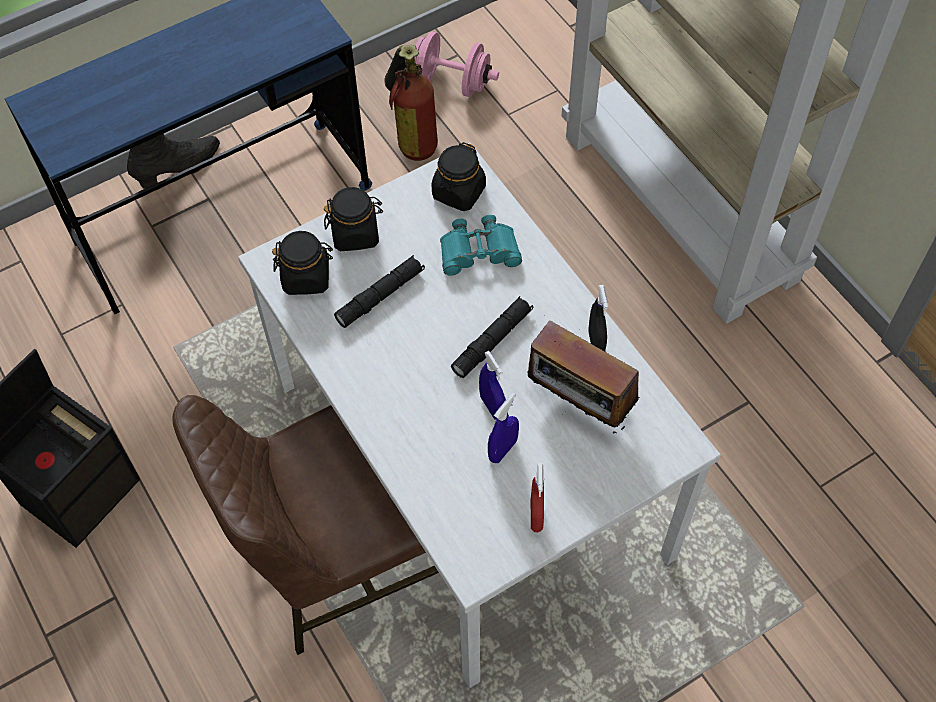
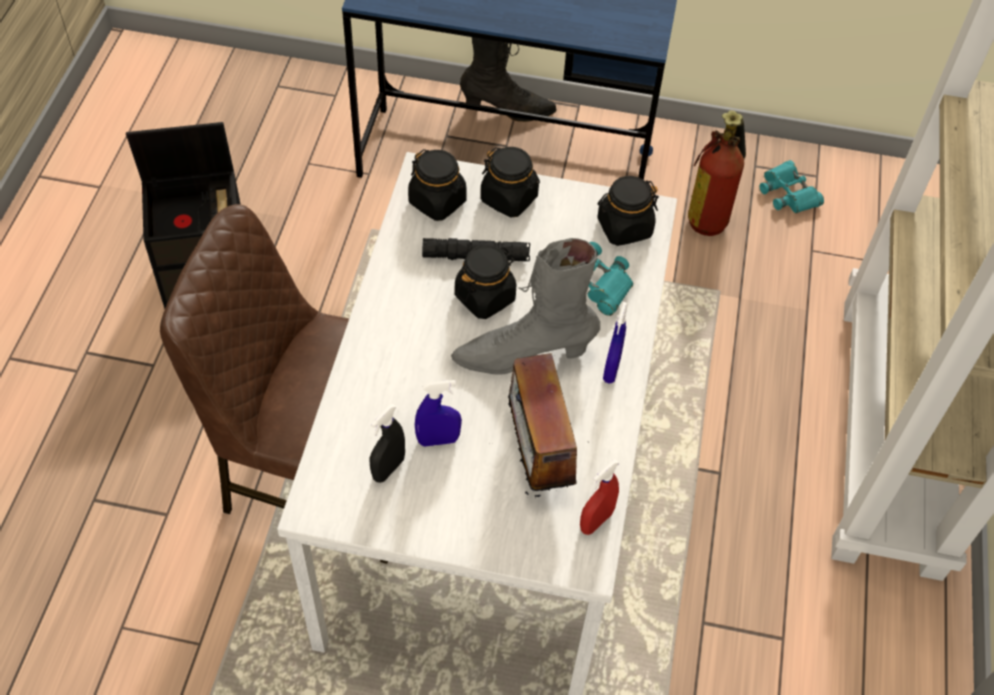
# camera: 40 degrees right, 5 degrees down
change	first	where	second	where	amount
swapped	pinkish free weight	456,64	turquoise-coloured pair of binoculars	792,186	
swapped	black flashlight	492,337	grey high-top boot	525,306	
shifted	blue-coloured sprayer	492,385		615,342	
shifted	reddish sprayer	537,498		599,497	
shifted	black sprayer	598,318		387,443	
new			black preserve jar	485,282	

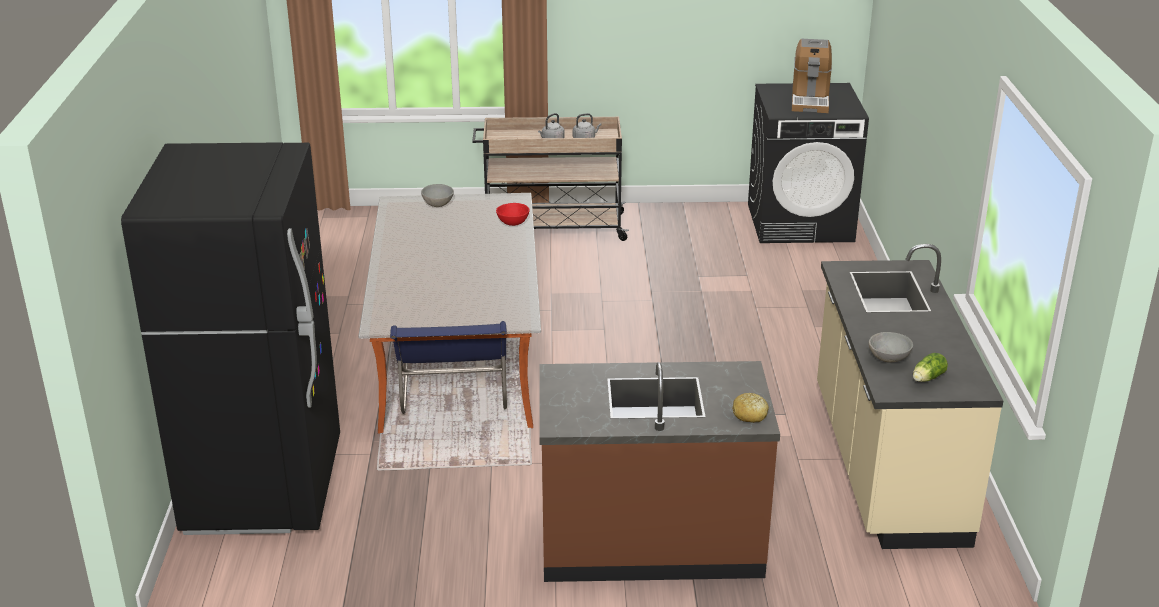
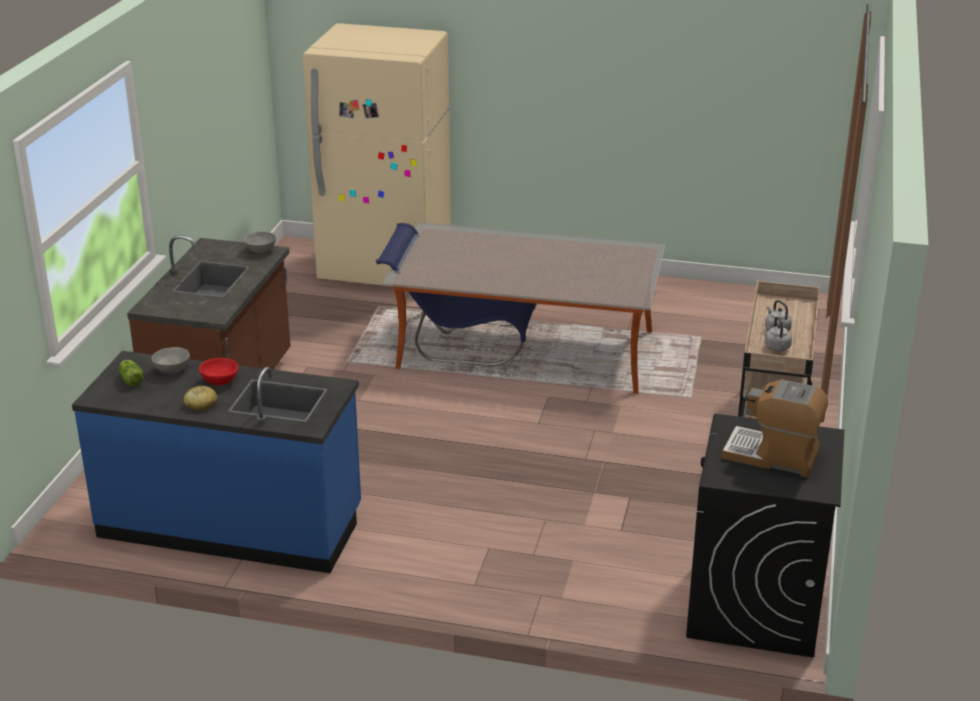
# camera: 105 degrees right, 0 degrees up
change	first	where	second	where	amount
repainted	black kitchen fridge	230,338	sand-coloured kitchen fridge	377,155	
shifted	grey serving bowl	437,195		259,242	
shifted	reddish serving bowl	513,214		218,371	
shifted	bread	750,408		200,398	
repainted	sand-coloured kitchen base unit	910,396	blue-coloured kitchen base unit	216,462	

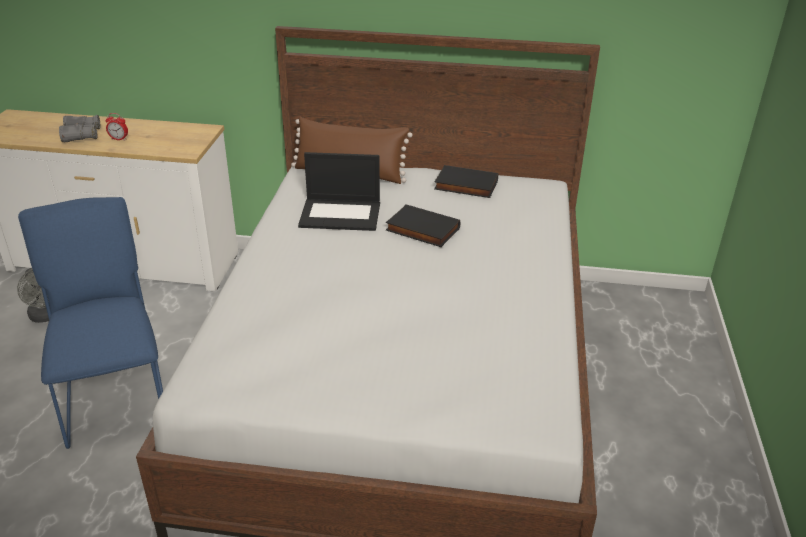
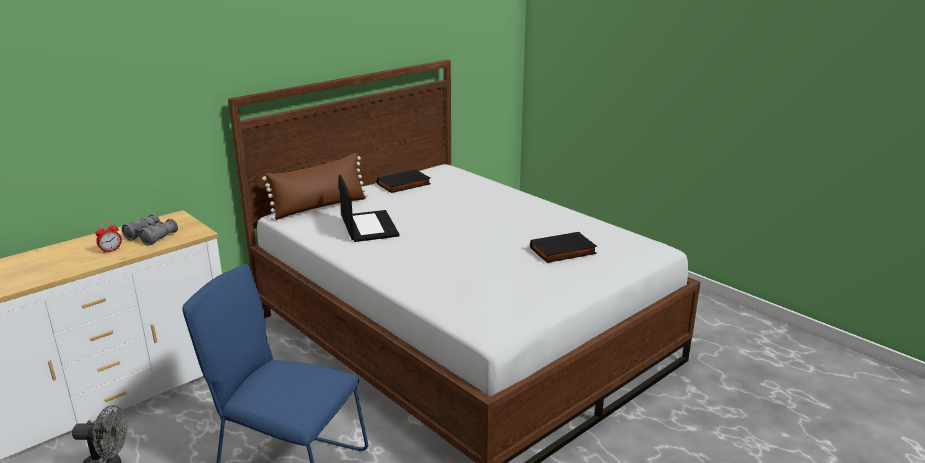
# camera: 50 degrees left, 10 degrees down
change	first	where	second	where	amount
shifted	grey pair of binoculars	79,129		150,230	
rotated	laptop	339,191		368,208	60 degrees counterclockwise
shifted	black book	423,225		563,247	

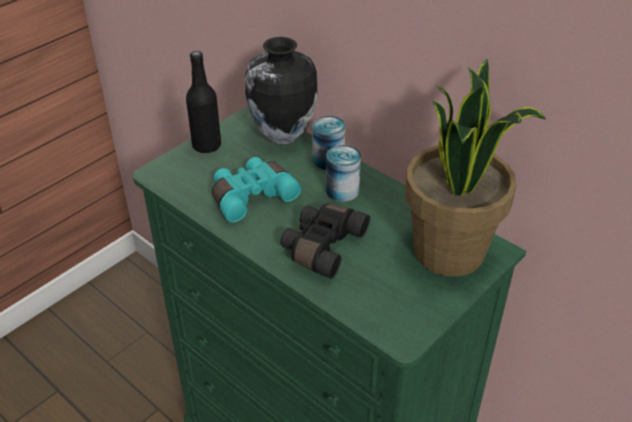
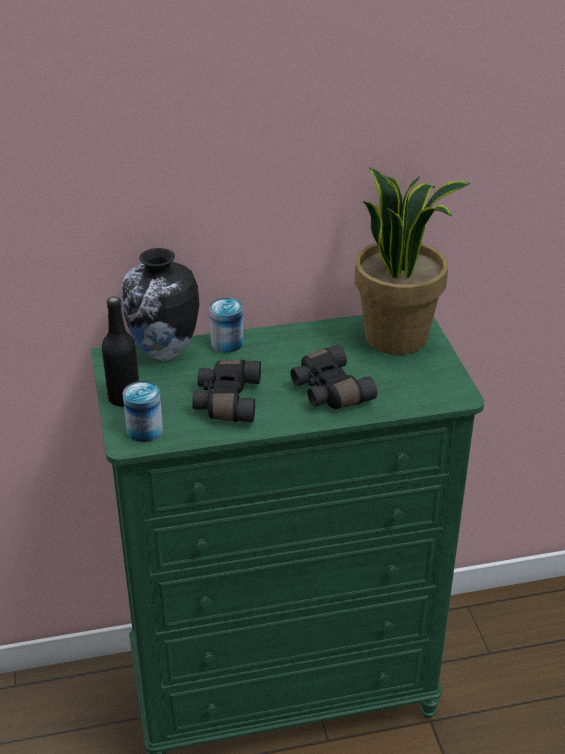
# camera: 55 degrees left, 5 degrees down
change	first	where	second	where	amount
repainted	turquoise-coloured pair of binoculars	256,189	black pair of binoculars	226,391	
shifted	sealed can	343,173		143,411	

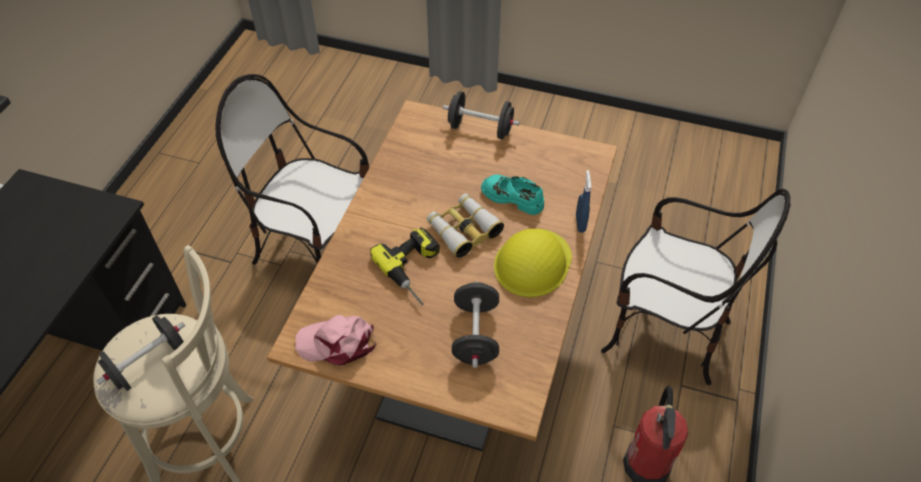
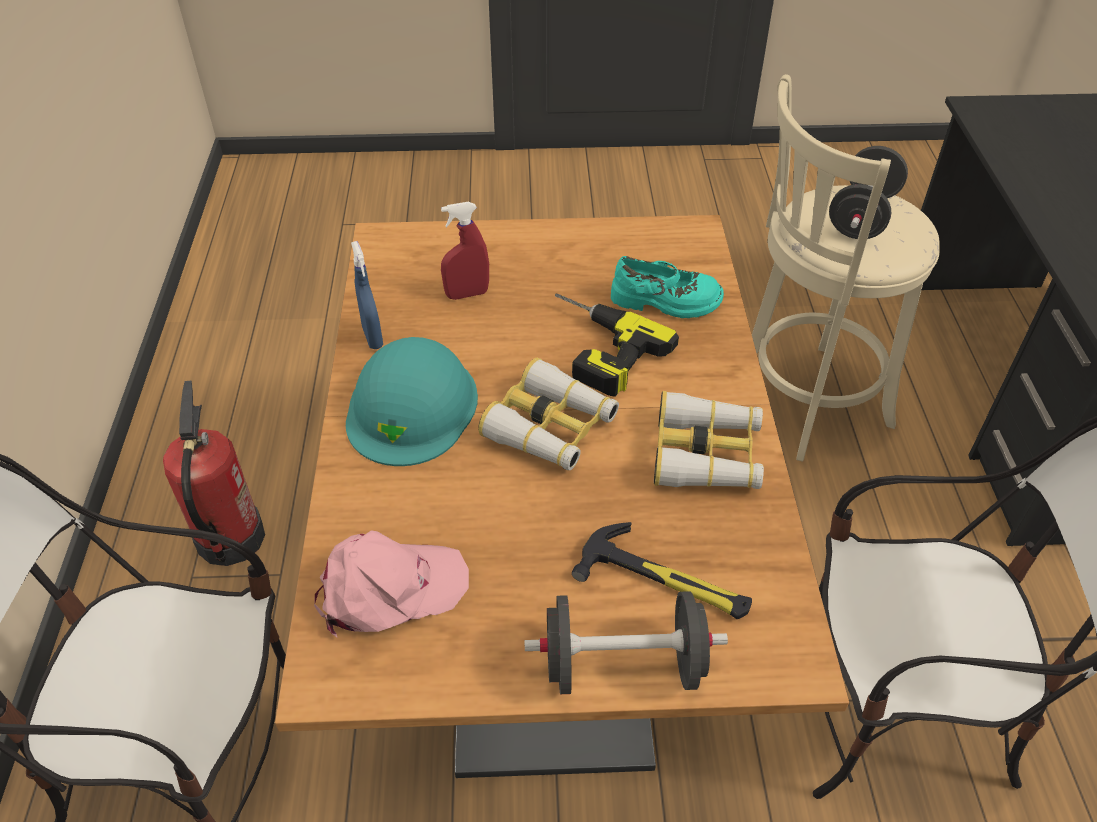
# camera: 160 degrees right, 5 degrees down
change	first	where	second	where	amount
shifted	pinkish baseball cap	335,340		391,584	
swapped	black free weight	475,325	reddish sprayer	465,251	
shifted	turquoise-coloured shoe	512,194		667,287	
repainted	yellow hard hat	533,263	turquoise-coloured hard hat	412,401	
shifted	blue-coloured sprayer	583,201		367,295	
new			tool hammer	662,570	
new			pair of binoculars	709,440	

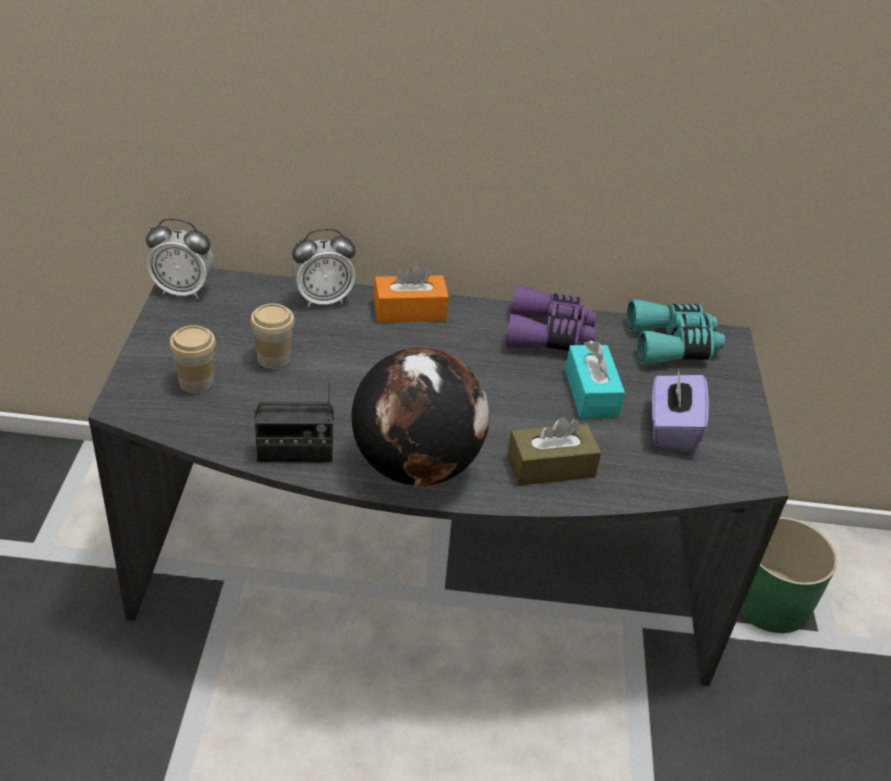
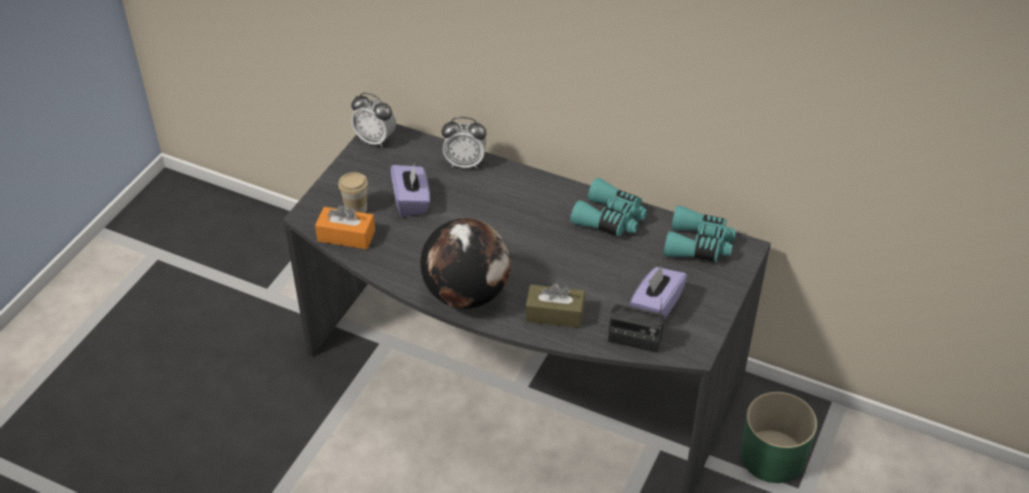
# camera: 25 degrees right, 5 degrees up
change	first	where	second	where	amount
swapped	cup	272,336	purplish box of tissues	410,191	
shifted	radio set	294,418		636,327	
shifted	orange box of tissues	411,293		345,227	
repainted	purplish pair of binoculars	550,317	turquoise-coloured pair of binoculars	609,207	
gone	turquoise-coloured box of tissues	595,379			

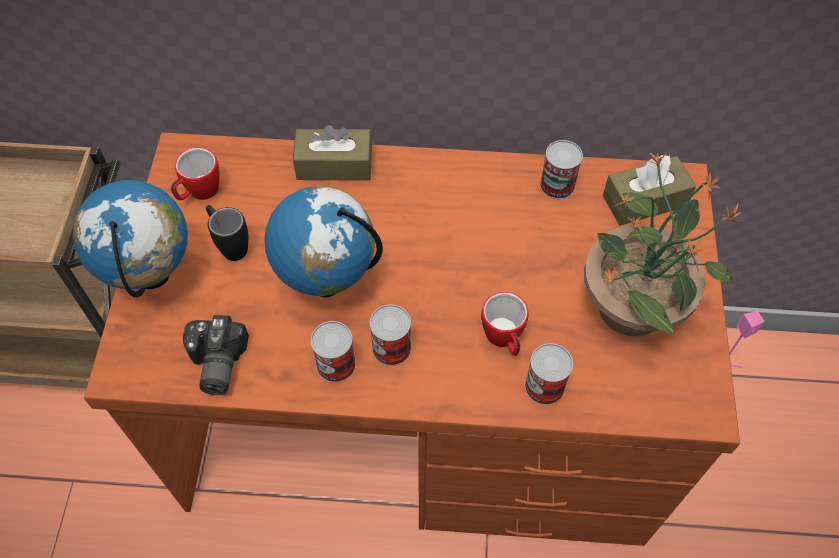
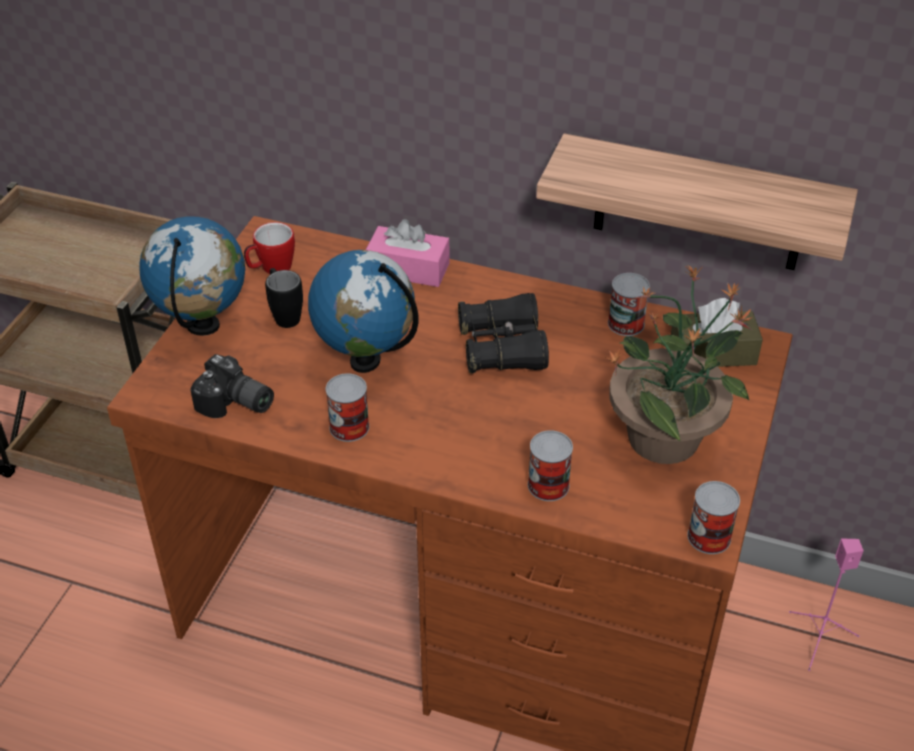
# camera: 15 degrees right, 15 degrees down
change	first	where	second	where	amount
rotated	still camera	216,355		232,386	75 degrees counterclockwise
repainted	brown-coloured box of tissues	332,152	pinkish box of tissues	407,253	
shifted	sealed can	390,335		713,517	
gone	tea mug	505,324			
new			black pair of binoculars	503,333	
new			wall shelf	697,201	

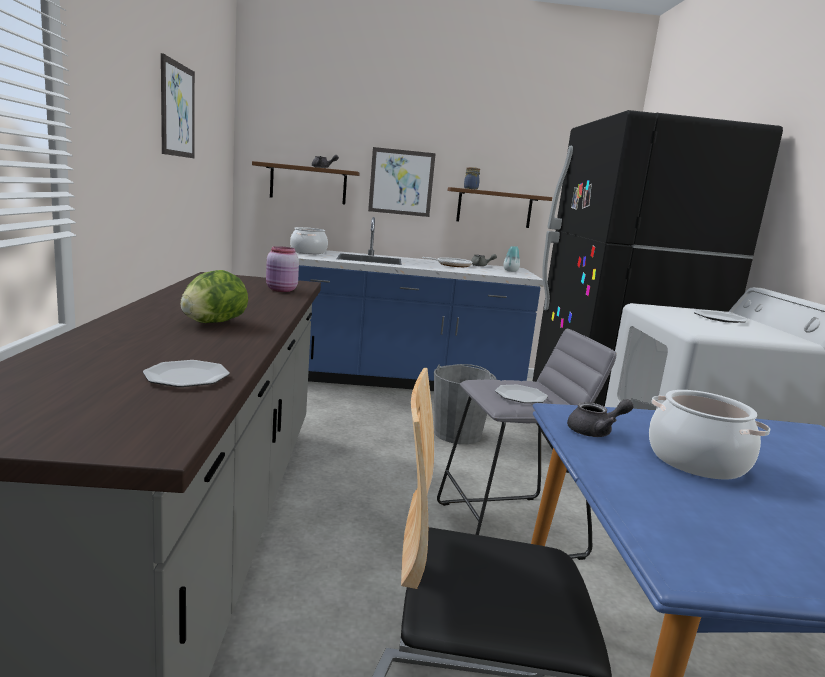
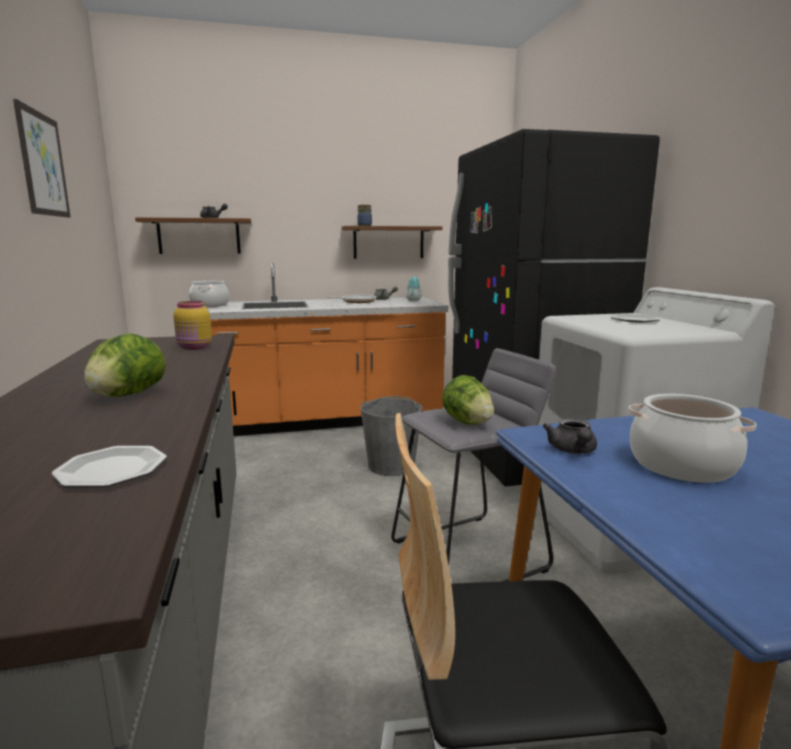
# camera: 10 degrees left, 0 degrees up
change	first	where	second	where	amount
repainted	pinkish preserve jar	282,269	yellow preserve jar	192,325	
repainted	blue-coloured kitchen base unit	419,304	orange kitchen base unit	327,349	
gone	wall picture	402,182			
swapped	plate	521,394	head of lettuce	468,400	
rotated	grey pot for tea	600,418		570,436	120 degrees clockwise

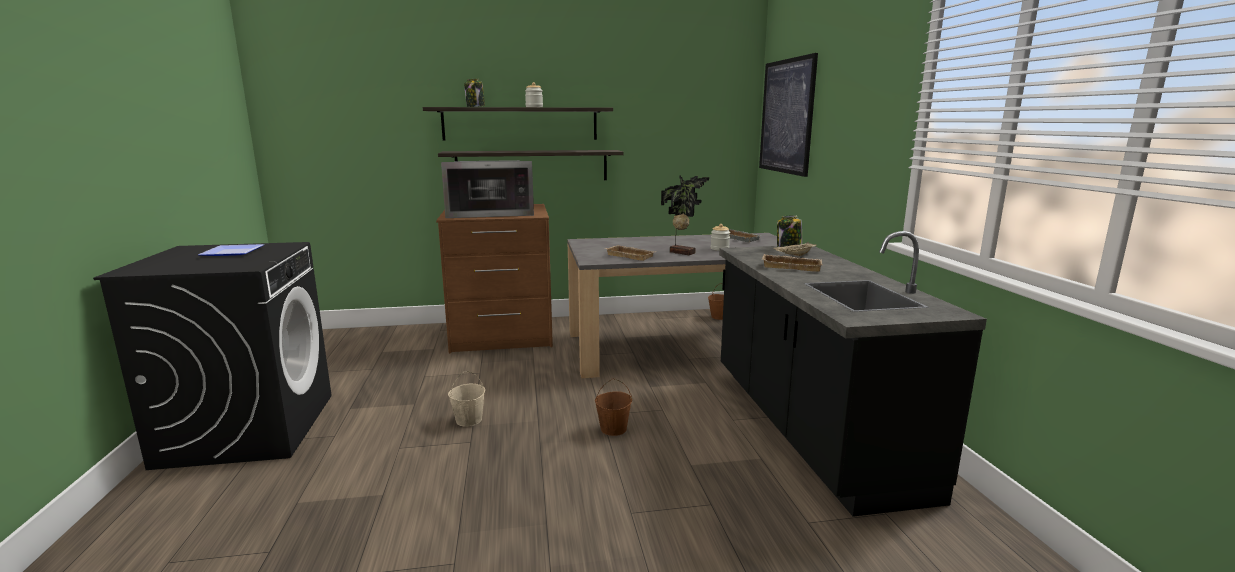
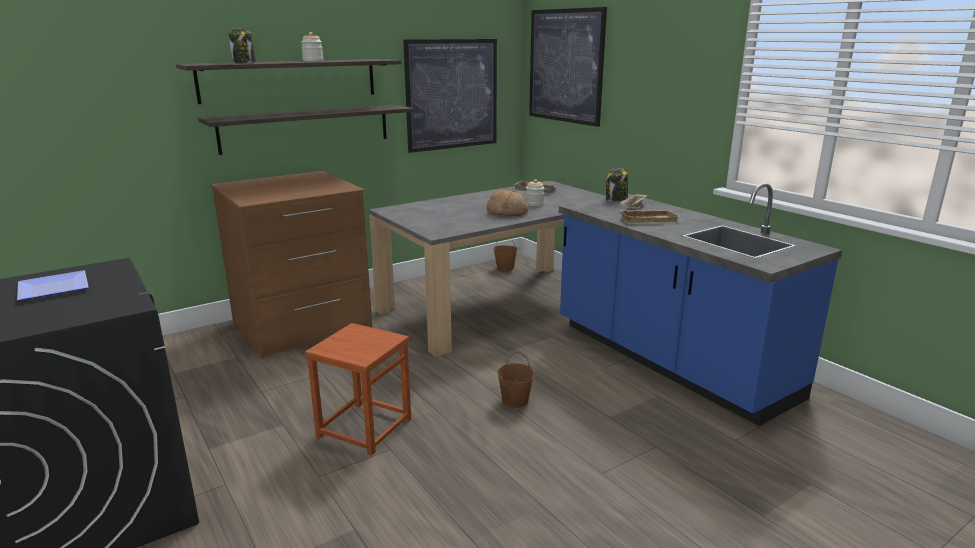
# camera: 25 degrees left, 5 degrees up
change	first	where	second	where	amount
gone	kitchen microwave	487,189			
swapped	sand-coloured water bucket	466,399	brown-coloured sitting stool	358,389	
gone	sand-coloured tray	630,253			
swapped	potted plant	685,215	bread	508,202	
repainted	black kitchen base unit	853,374	blue-coloured kitchen base unit	700,304	
new			wall picture	450,96	

